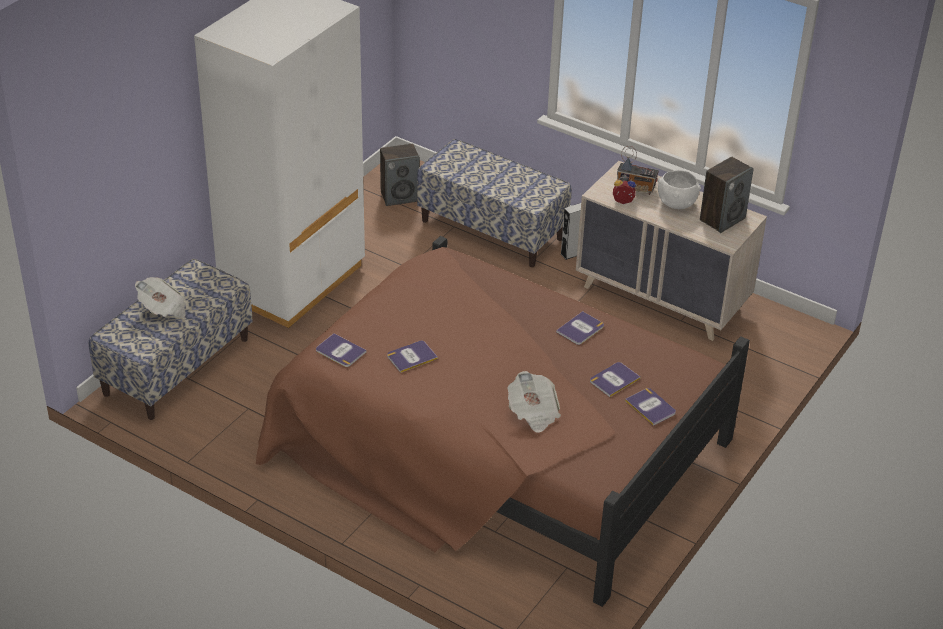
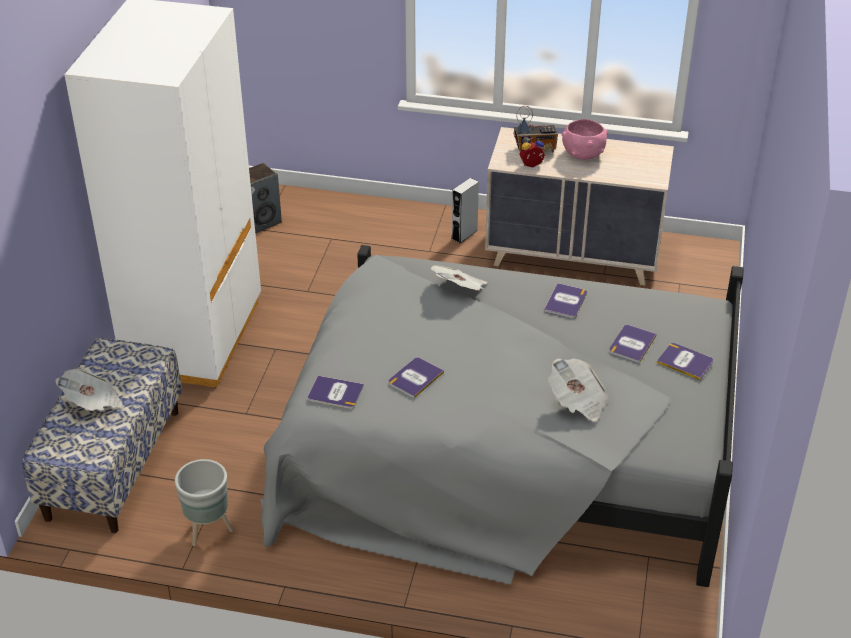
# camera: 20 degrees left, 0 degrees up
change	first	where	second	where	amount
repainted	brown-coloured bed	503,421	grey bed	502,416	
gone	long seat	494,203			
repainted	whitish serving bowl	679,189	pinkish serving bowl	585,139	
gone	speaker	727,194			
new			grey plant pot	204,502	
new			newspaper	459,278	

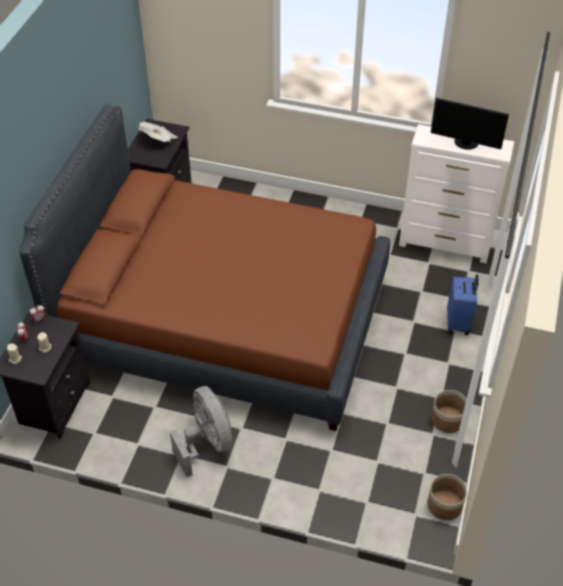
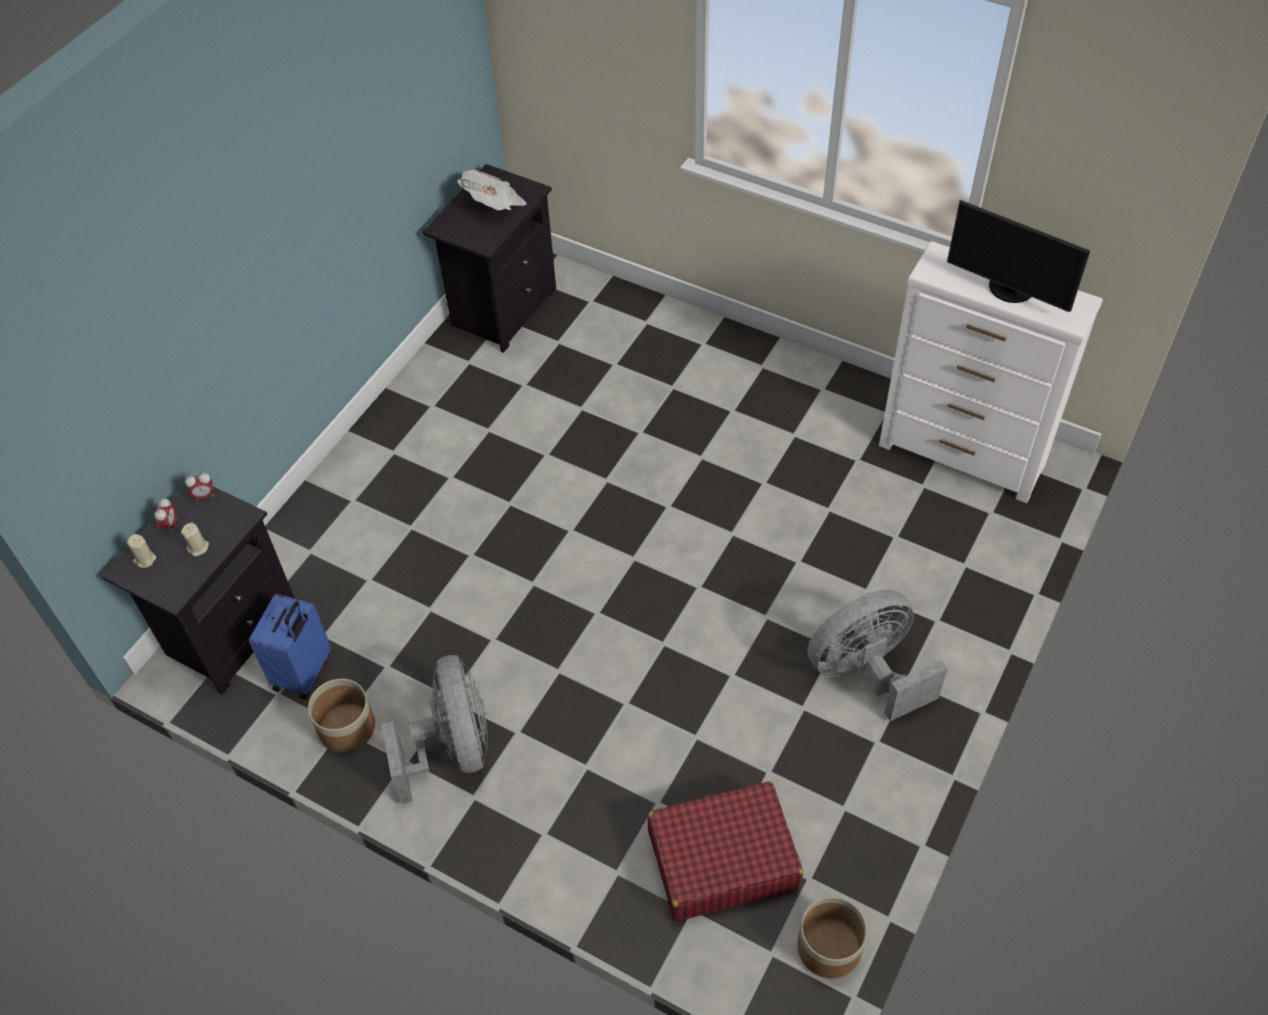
# camera: 15 degrees right, 5 degrees up
change	first	where	second	where	amount
gone	brown-coloured bed	204,267			
shifted	plant pot	448,411		341,715	
shifted	blue-coloured suitcase	463,304		290,647	
new			reddish suitcase	725,851	
new			grey electric fan	878,655	

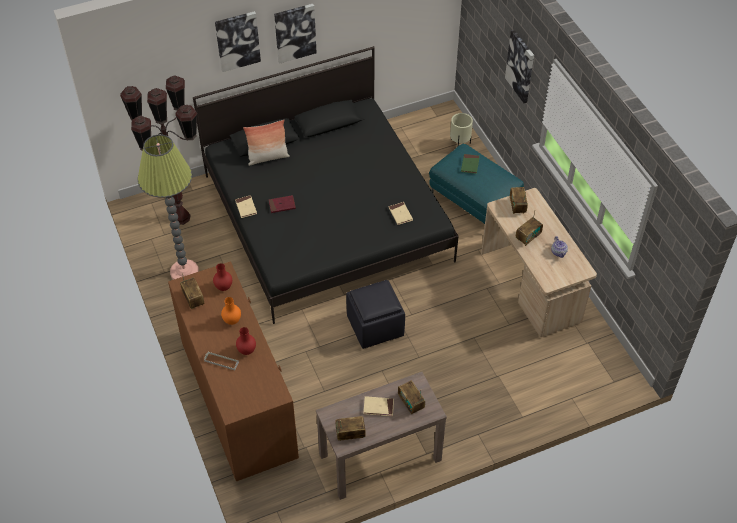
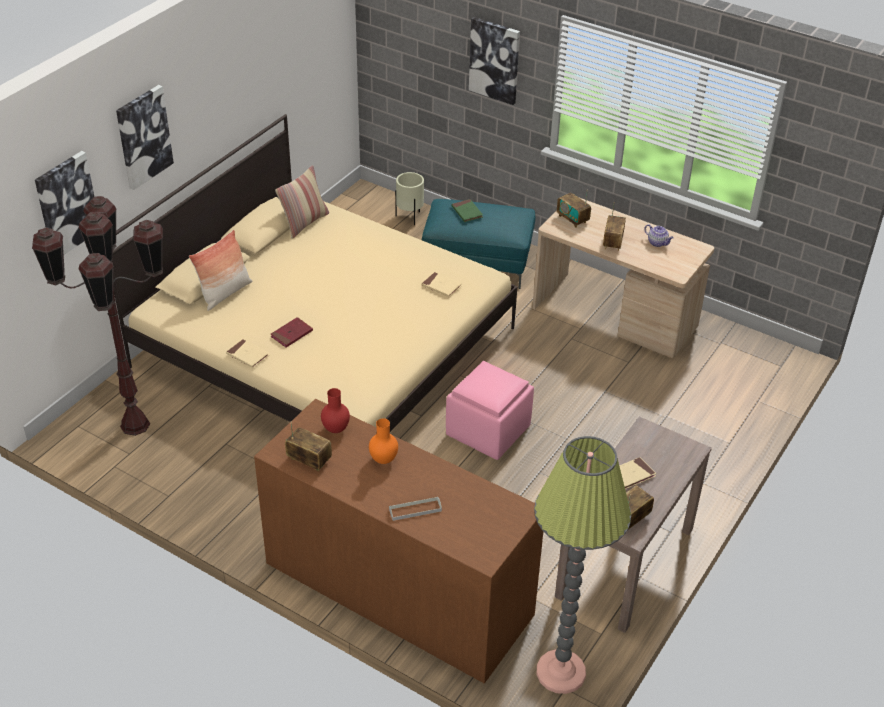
# camera: 35 degrees left, 10 degrees down
change	first	where	second	where	amount
shifted	floor lamp	168,207		582,565	
repainted	black bed	326,185	sand-coloured bed	314,273	
gone	reddish flower vase	246,341			
shifted	wall picture	295,34		64,203	
repainted	black footrest	375,314	pinkish footrest	490,410	
gone	radio set	411,397			
new			cushion	302,202	

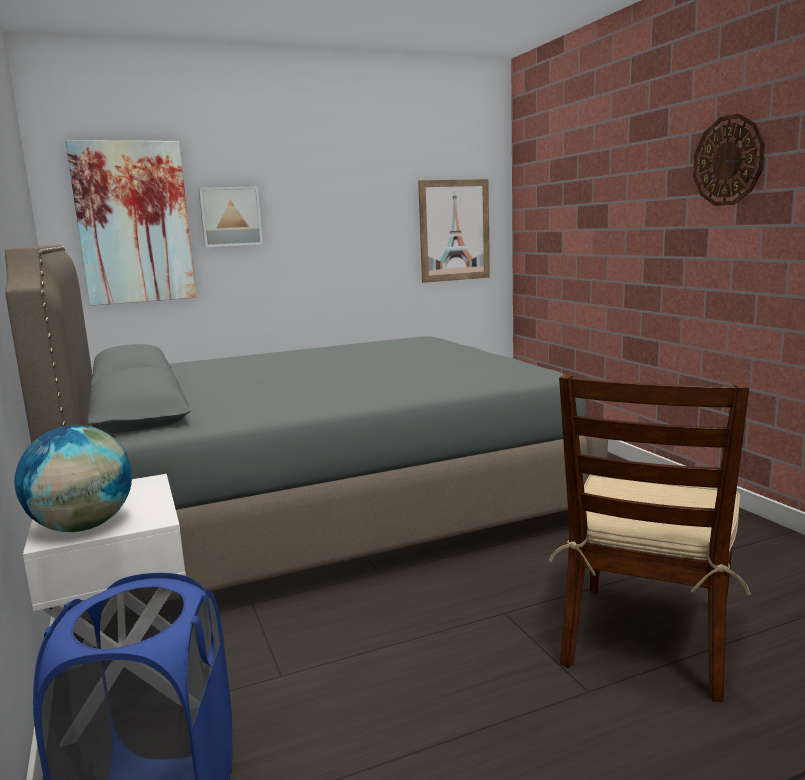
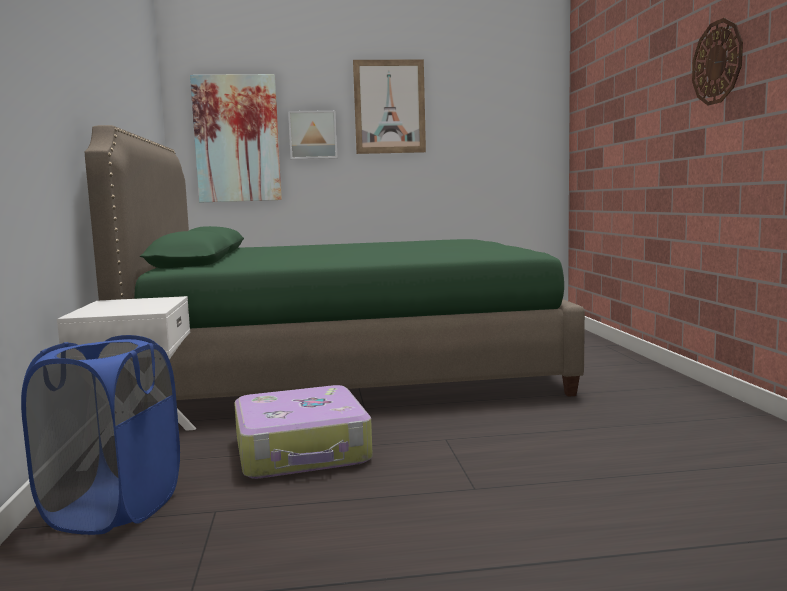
# camera: 15 degrees right, 5 degrees down
change	first	where	second	where	amount
repainted	grey bed	306,425	green-coloured bed	335,262	
gone	desk globe	73,478			
shifted	wall picture	454,231		389,106	
gone	brown-coloured chair	650,538			
new			suitcase	303,432	

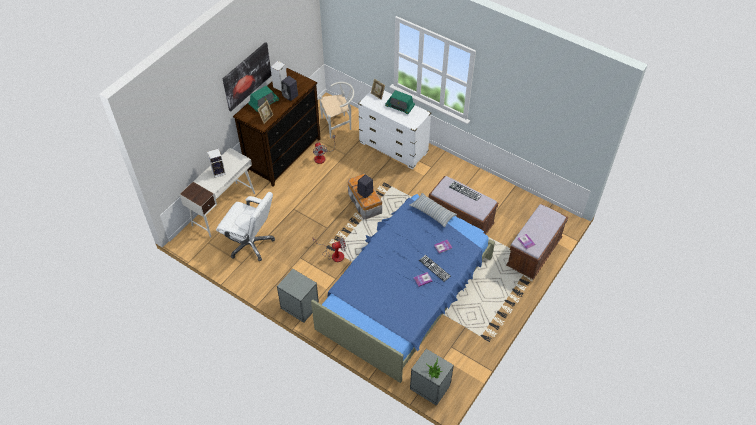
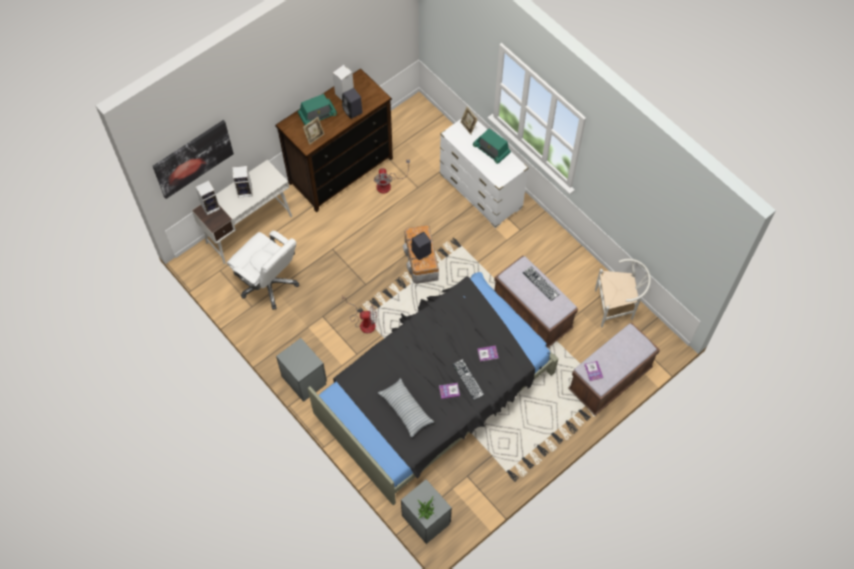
# camera: 15 degrees right, 10 degrees up
change	first	where	second	where	amount
shifted	wall picture	247,76		193,159	
repainted	blue-coloured bed	403,288	black bed	433,388	
shifted	whitish chair	336,110		623,293	
shifted	cushion	433,210		406,407	
new			speaker	207,197	

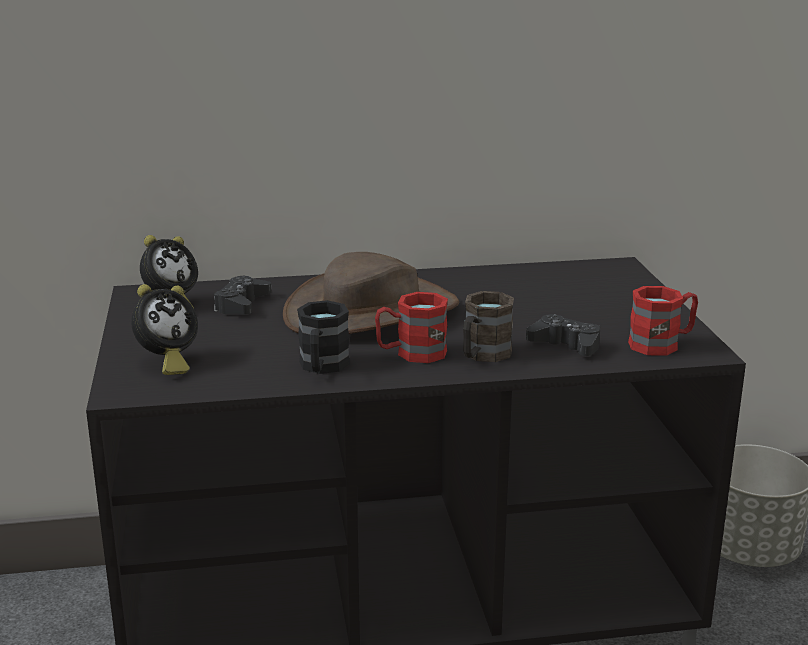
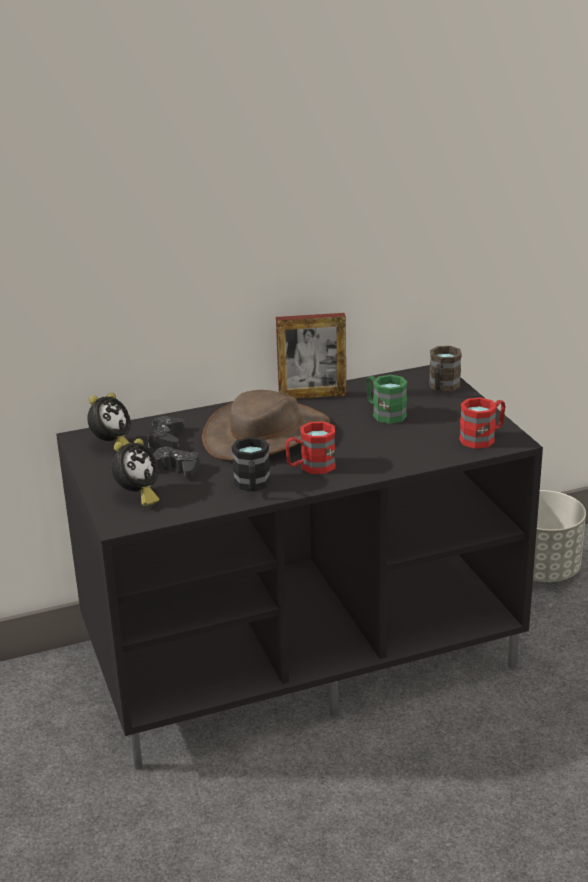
# camera: 10 degrees left, 5 degrees up
change	first	where	second	where	amount
shifted	brown-coloured tea mug	488,326		445,369	
shifted	black joypad	563,335		176,462	
new			picture frame	311,356	
new			green-coloured tea mug	386,399	

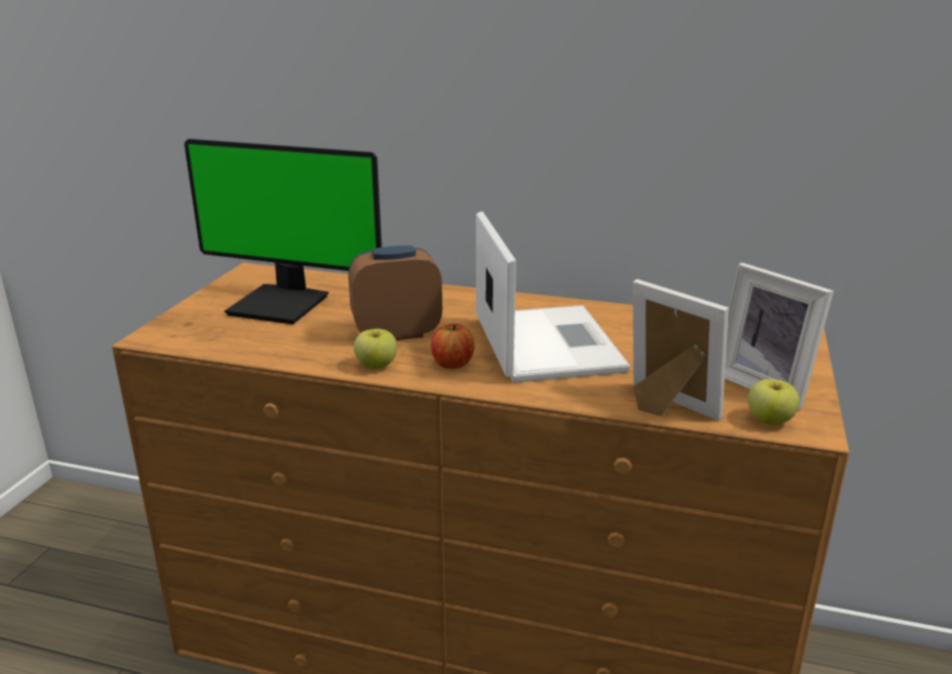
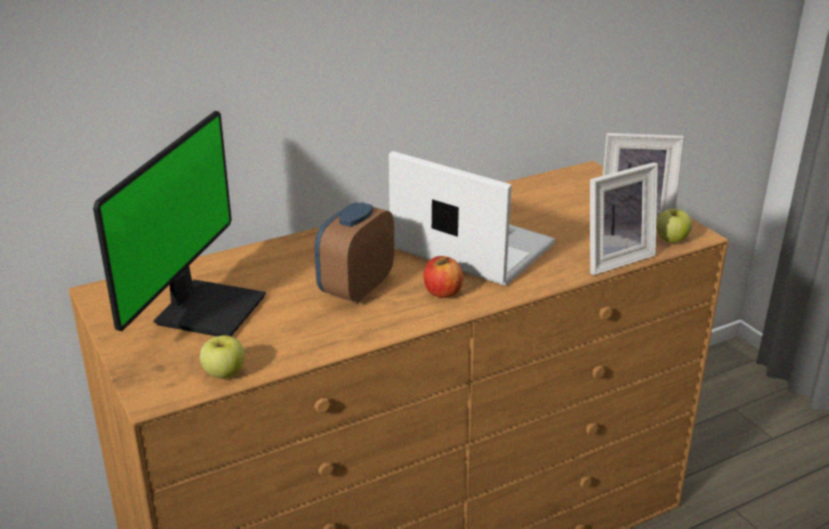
# camera: 45 degrees left, 5 degrees up
change	first	where	second	where	amount
rotated	computer display	283,231		179,223	45 degrees counterclockwise
shifted	apple	375,349		222,357	
rotated	picture frame	681,350		624,218	150 degrees clockwise

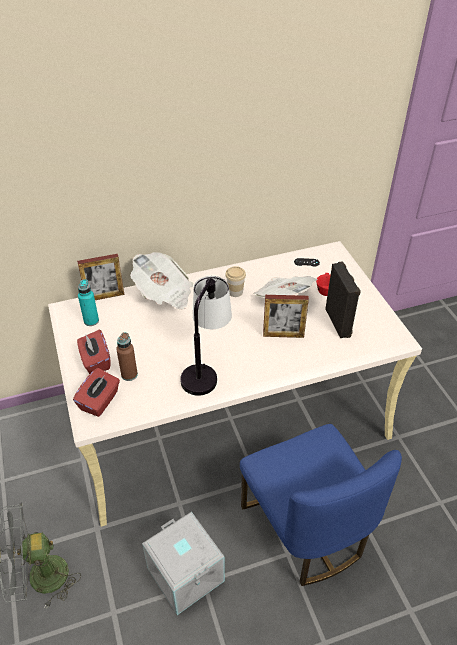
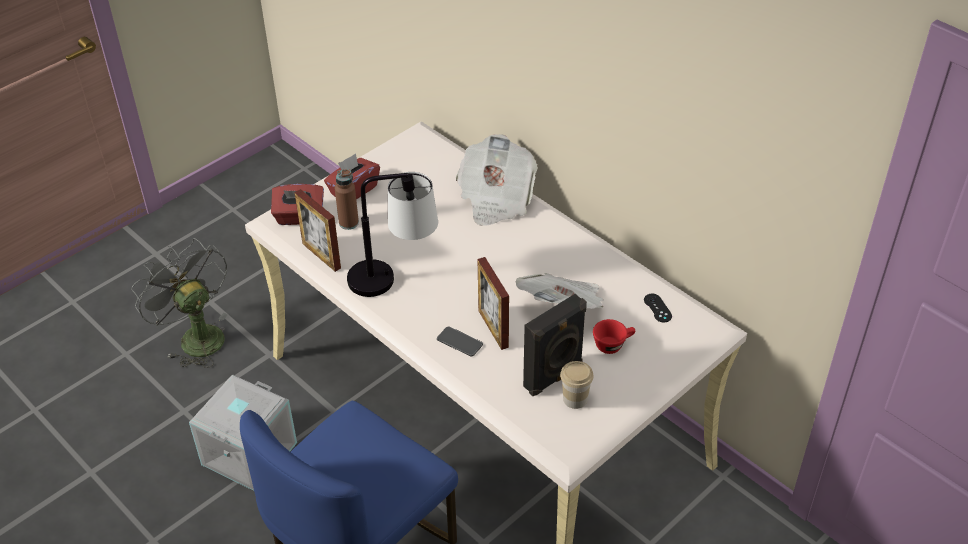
# camera: 65 degrees right, 0 degrees up
change	first	where	second	where	amount
shifted	picture frame	101,277		317,230	
gone	turquoise-coloured drink bottle	88,302			
shifted	cup	235,281		577,385	
new			phone	460,341	

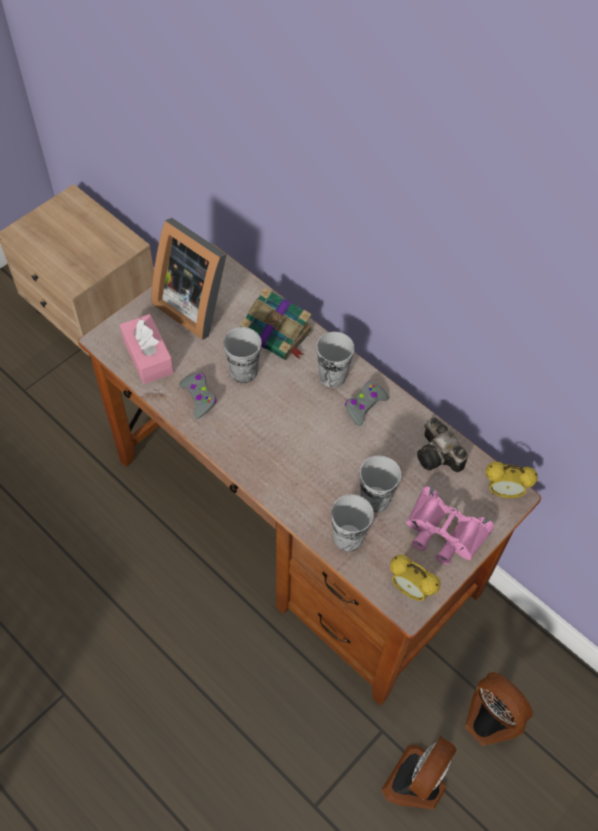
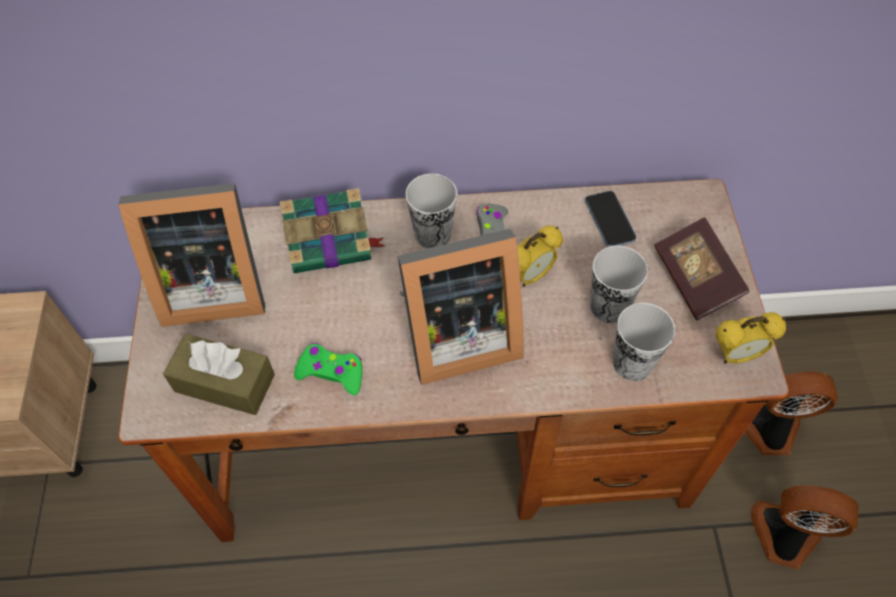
# camera: 45 degrees left, 0 degrees up
change	first	where	second	where	amount
repainted	pinkish box of tissues	147,349	brown-coloured box of tissues	219,374	
repainted	grey joypad	197,396	green-coloured joypad	328,369	
gone	cup	242,355			
rotated	electric fan	419,773		804,527	120 degrees clockwise
swapped	pinkish pair of binoculars	450,525	book	701,268	
swapped	still camera	442,444	phone	611,219	
shifted	bedside clock	512,479		540,256	
new			picture frame	460,307	

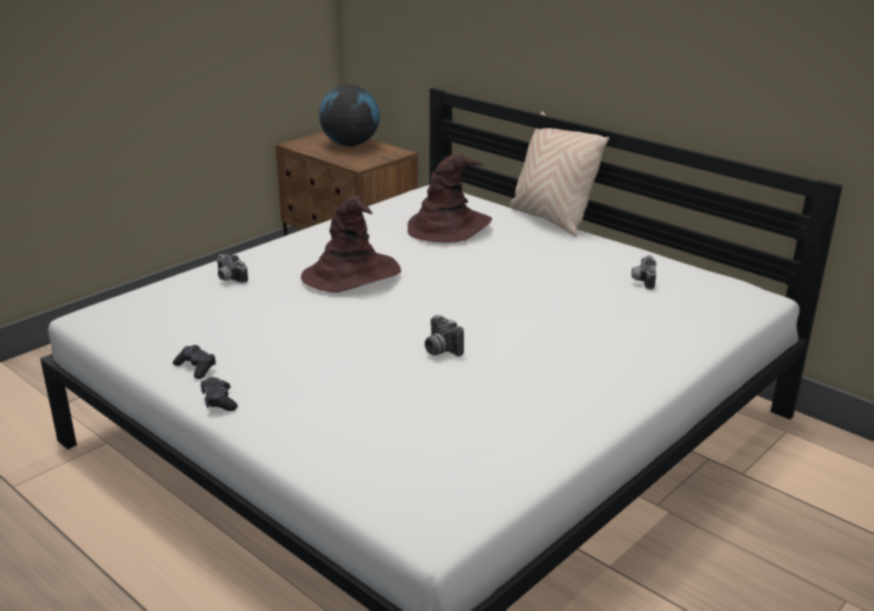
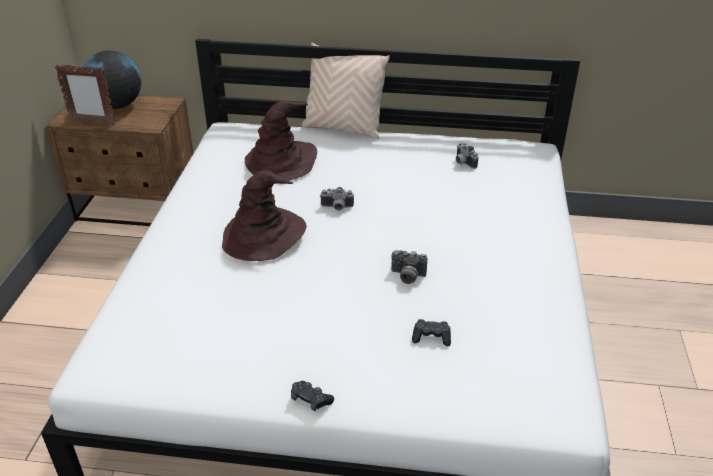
# camera: 35 degrees left, 10 degrees up
change	first	where	second	where	amount
shifted	black joypad	194,362		431,332	
shifted	still camera	232,268		337,198	
new			picture frame	85,94	

